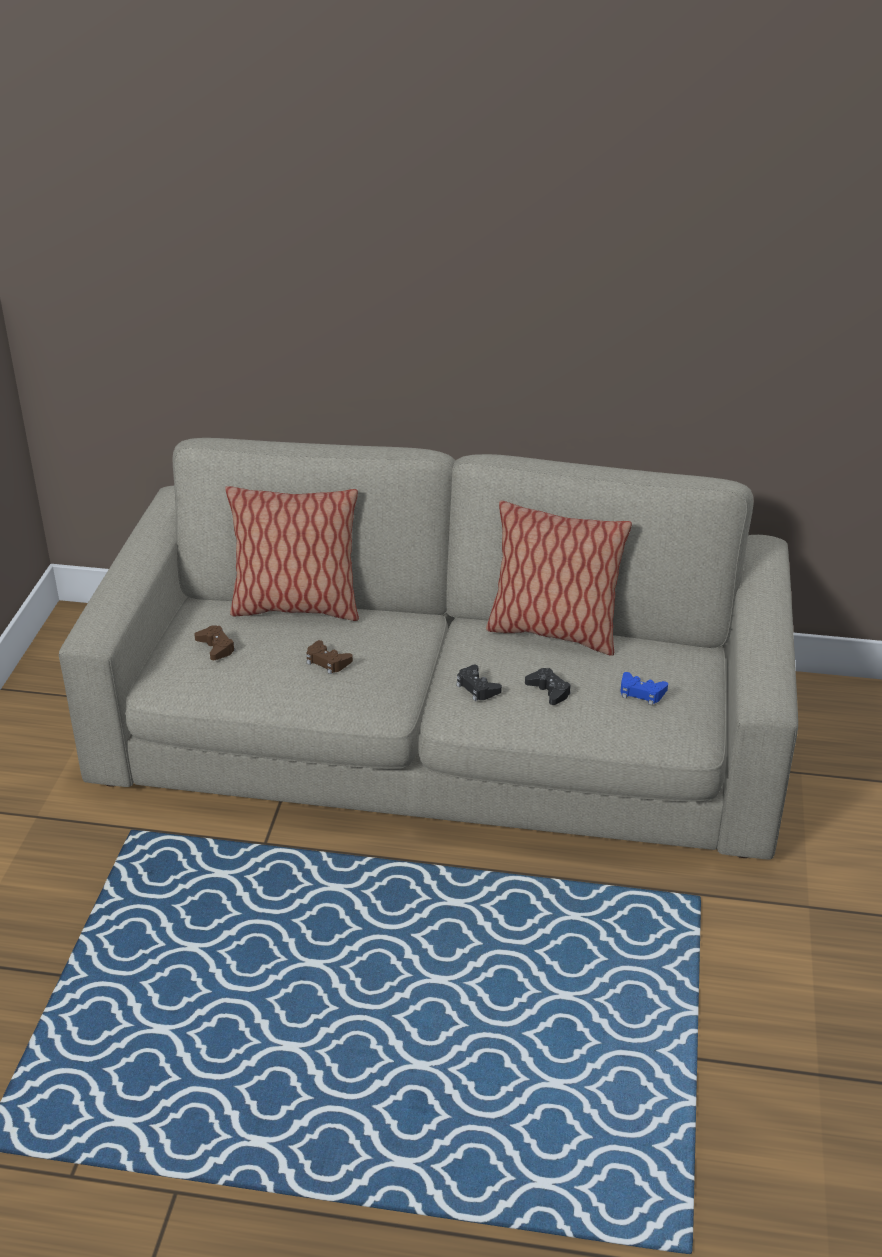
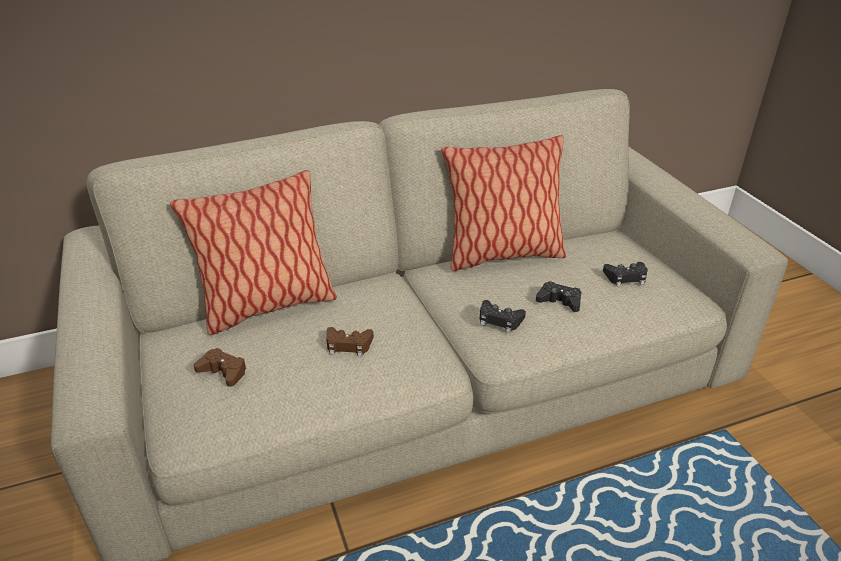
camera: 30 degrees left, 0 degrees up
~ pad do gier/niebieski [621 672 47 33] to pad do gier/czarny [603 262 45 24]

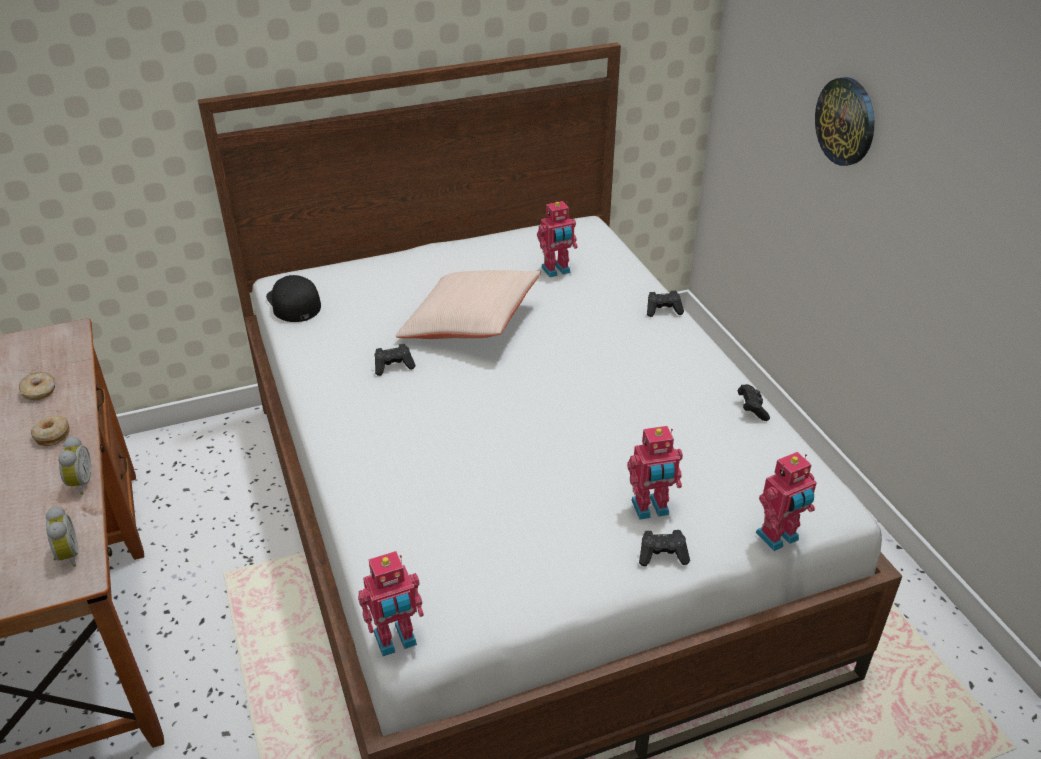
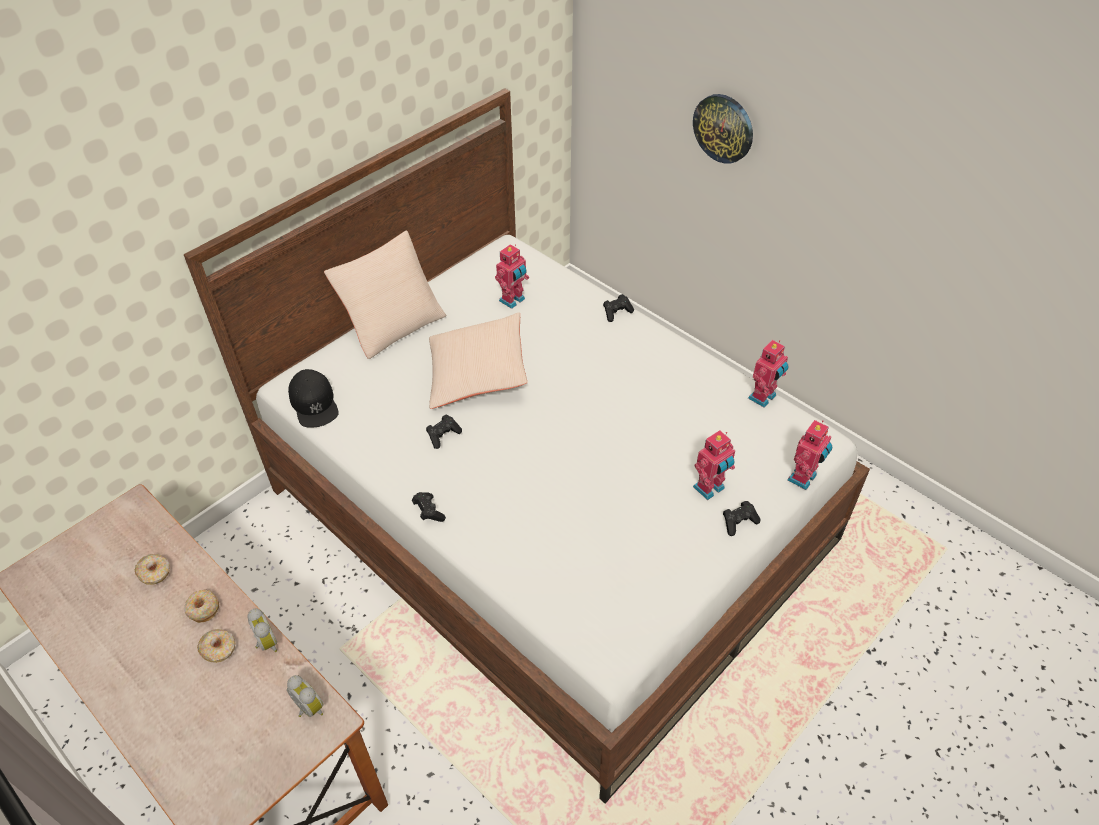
camera: 25 degrees left, 10 degrees up
~ czapka z daszkiem/czarny [266 275 55 47] = [288 369 51 58] 150 degrees counterclockwise
~ pad do gier/czarny [738 384 32 37] to [412 492 34 30]
~ robot zabawkowy [358 551 66 105] to [748 340 40 68]
+ poduszka/beżowy [324 230 122 129]
+ donut [197 629 38 34]

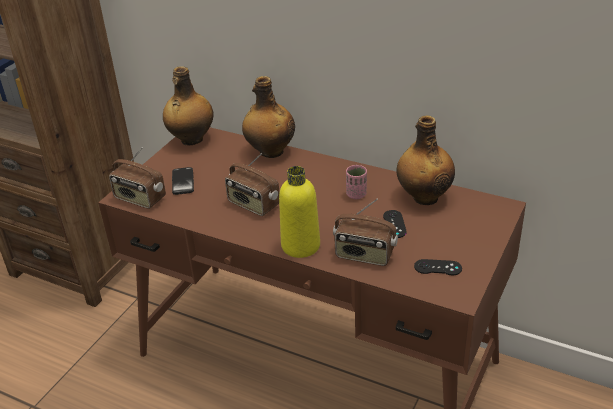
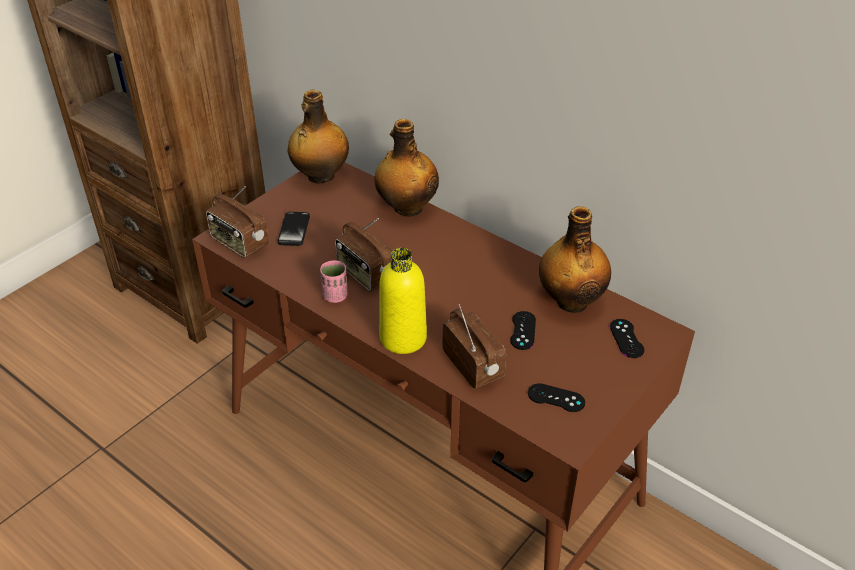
camera: 10 degrees right, 5 degrees up
~ filiżanka/różowy [346 165 21 34] to [320 260 28 43]
~ radio [333 198 65 68] = [442 304 64 85] 150 degrees counterclockwise
+ pad do gier/czarny [610 319 34 39]

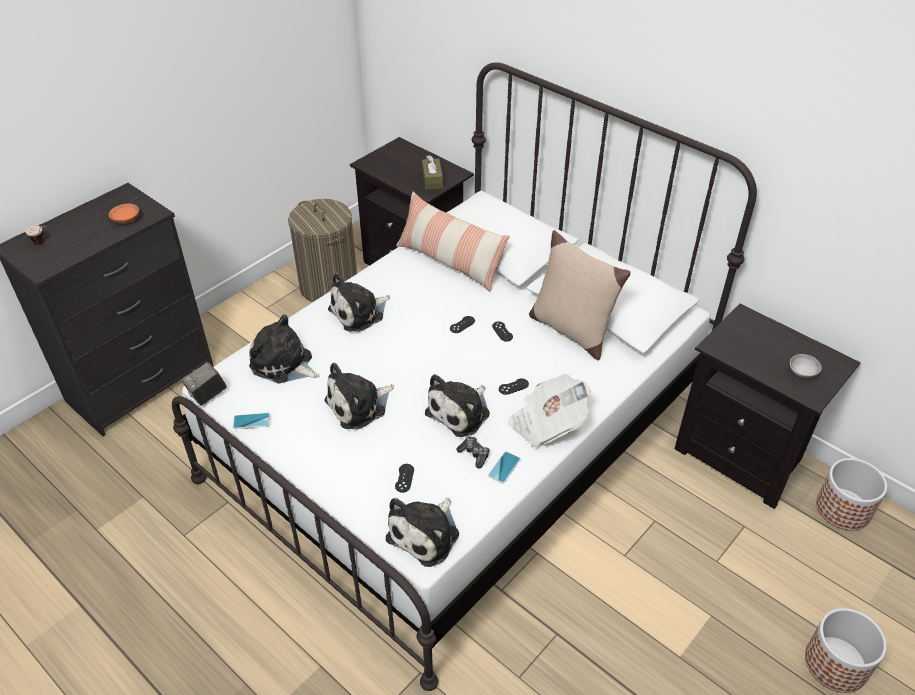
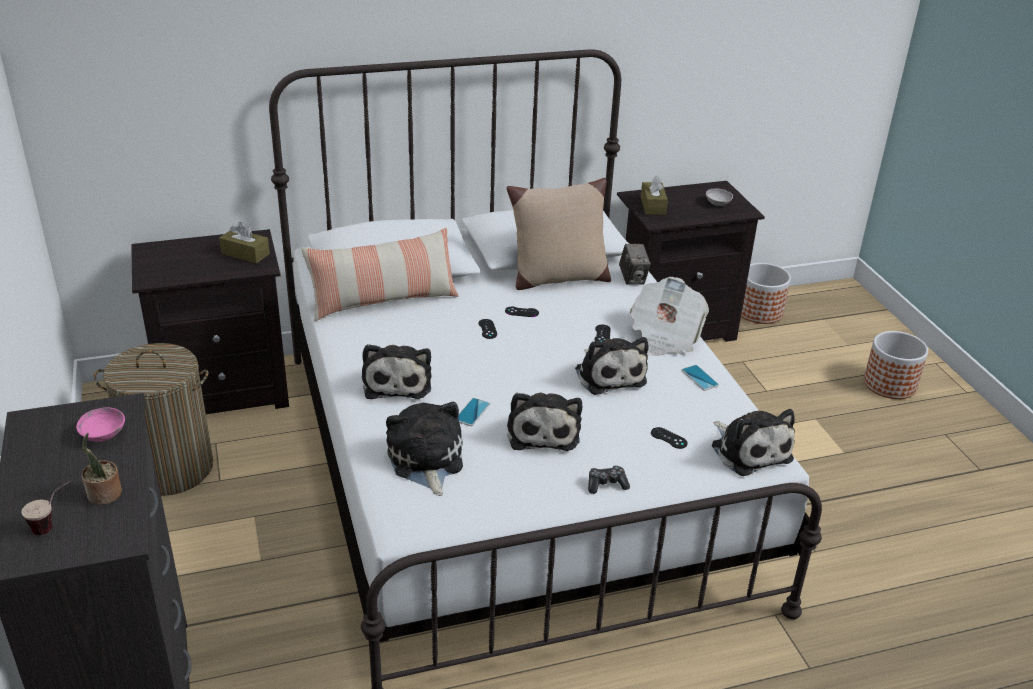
camera: 60 degrees left, 10 degrees down
~ miska/pomarańczowy [109 204 30 20] to miska/różowy [76 408 49 34]
~ pluszak [249 315 71 69] = [386 402 77 94] 105 degrees clockwise
~ aparat fotograficzny [182 362 45 44] to [619 244 32 41]
~ telefon [233 413 37 16] to [458 398 32 28]
~ pad do gier [456 437 34 31] to [588 465 42 29]
+ pudełko chusteczek/brązowy [641 175 27 40]
+ roślina doniczkowa [82 433 40 72]

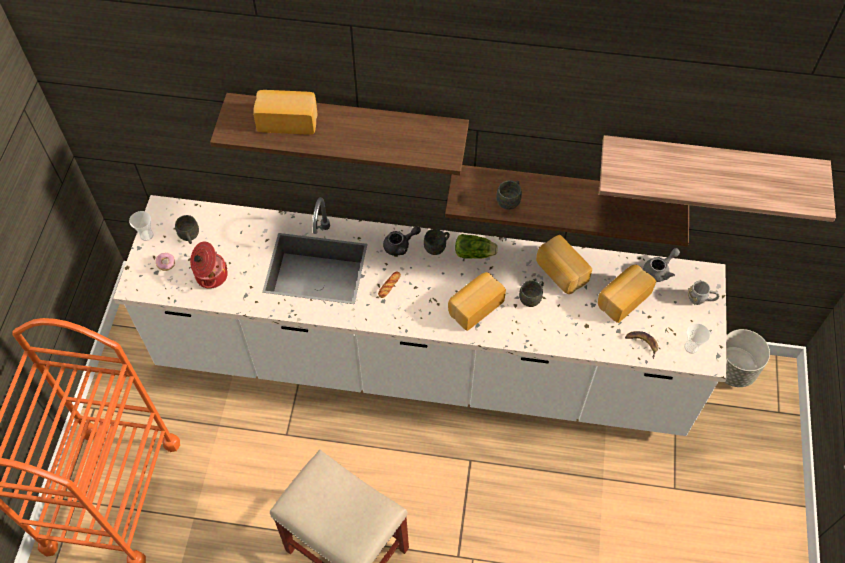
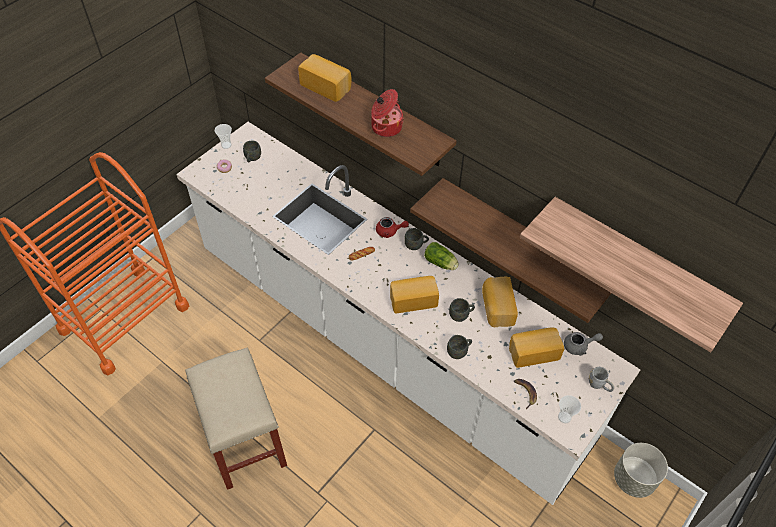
camera: 30 degrees right, 5 degrees down
~ kubek/szary [496 181 26 29] to [447 335 25 24]
~ imbryk/szary [383 226 38 30] to imbryk/czerwony [376 217 33 21]
~ garnek [190 242 38 46] to [371 89 33 48]

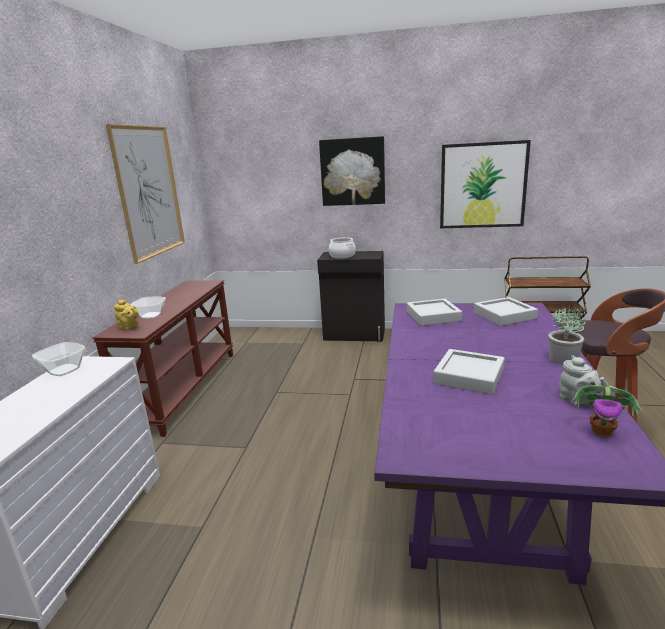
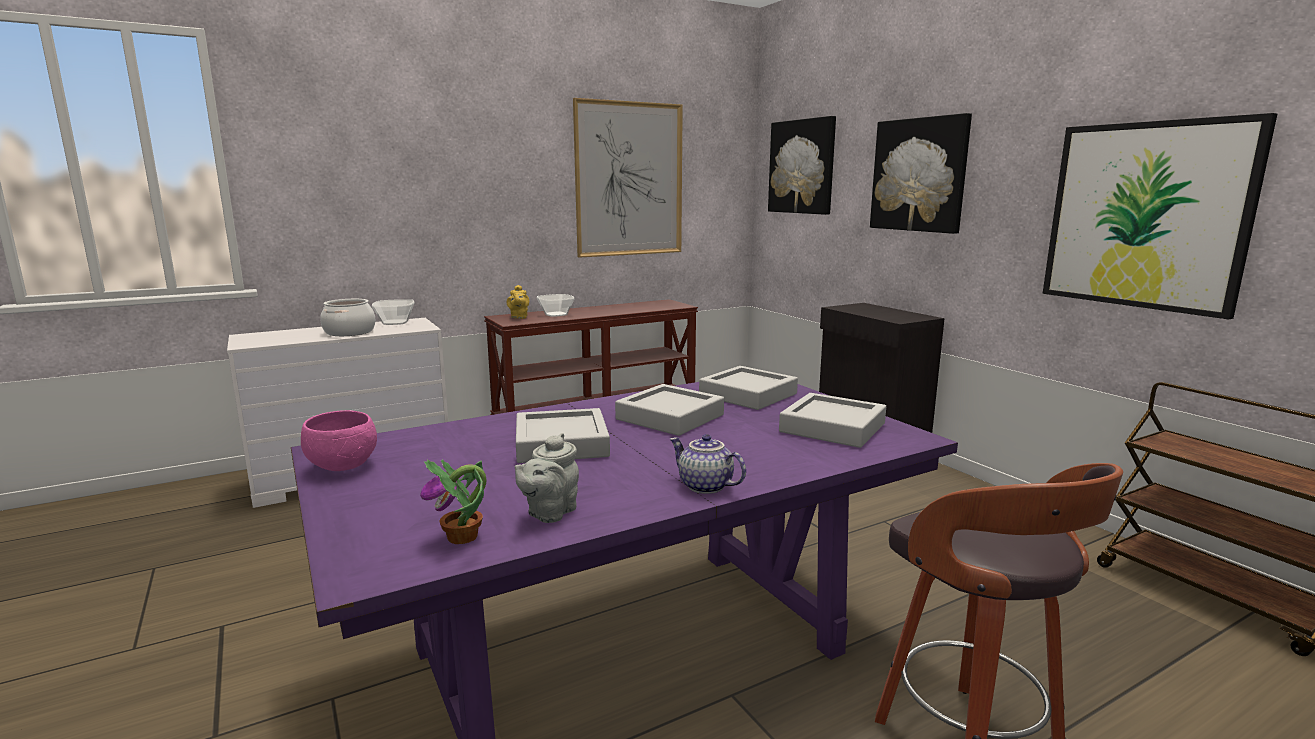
camera: 50 degrees right, 5 degrees down
~ garnek [329 237 27 22] to [320 299 56 37]
~ roślina doniczkowa [548 304 38 61] to imbryk [670 434 76 60]
+ obraz [768 116 68 99]
+ taca/szary [615 384 109 52]
+ miska/różowy [301 410 76 61]

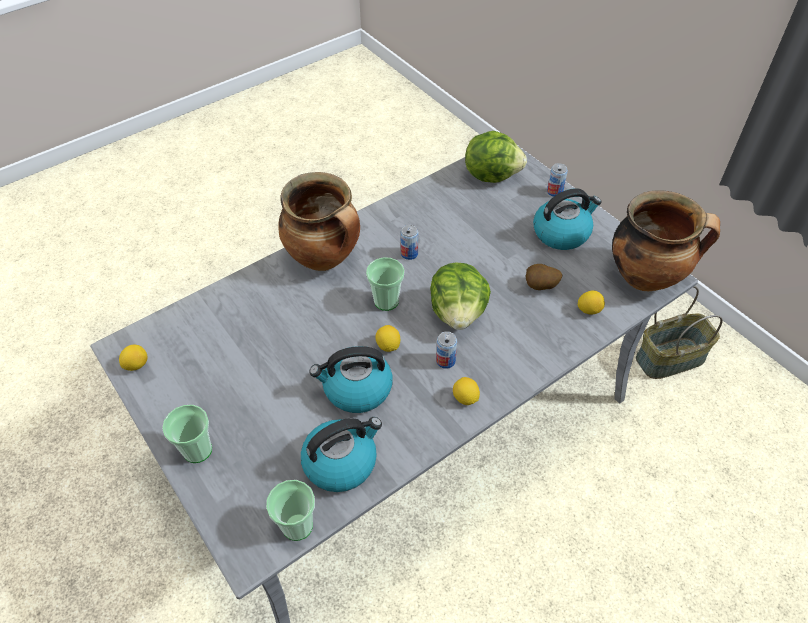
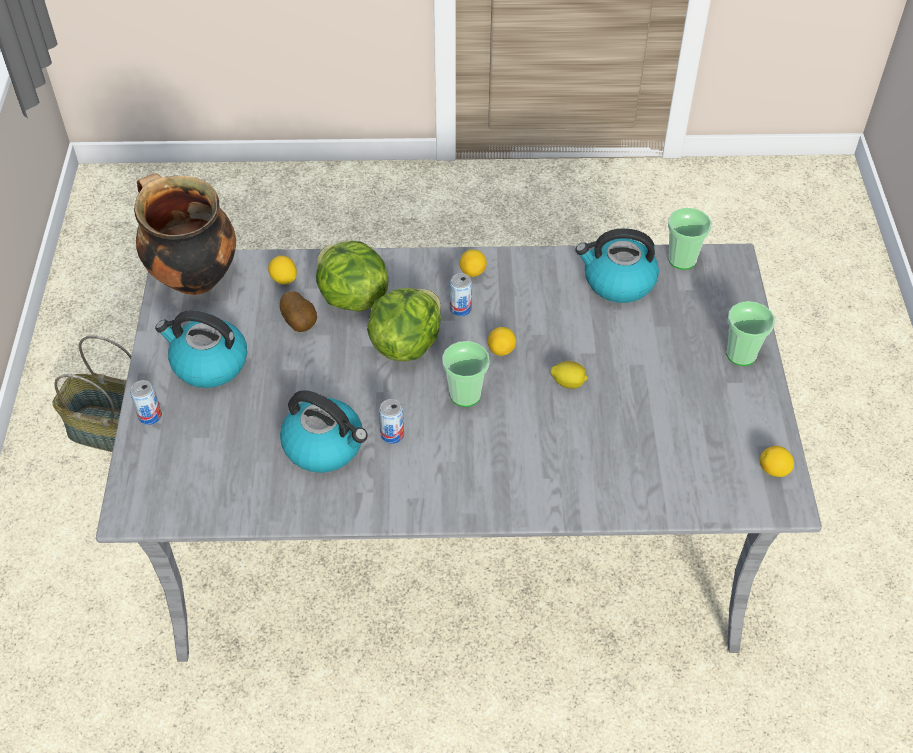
camera: 145 degrees left, 0 degrees up
~ sałata [465 131 62 52] to [316 241 72 71]
- garnek [278 172 82 99]
~ czajnik [309 346 84 67] to [280 390 88 83]
+ cytryna [551 361 37 28]

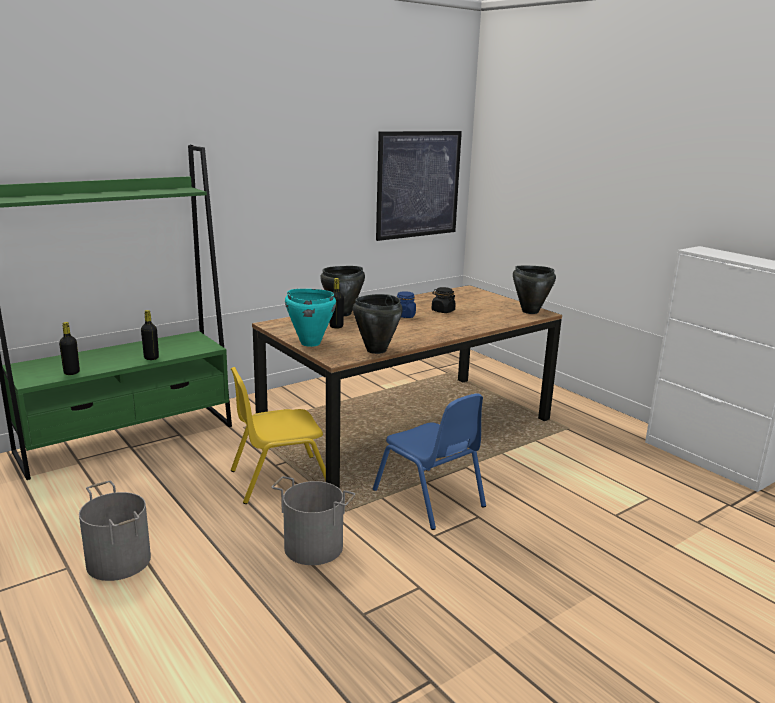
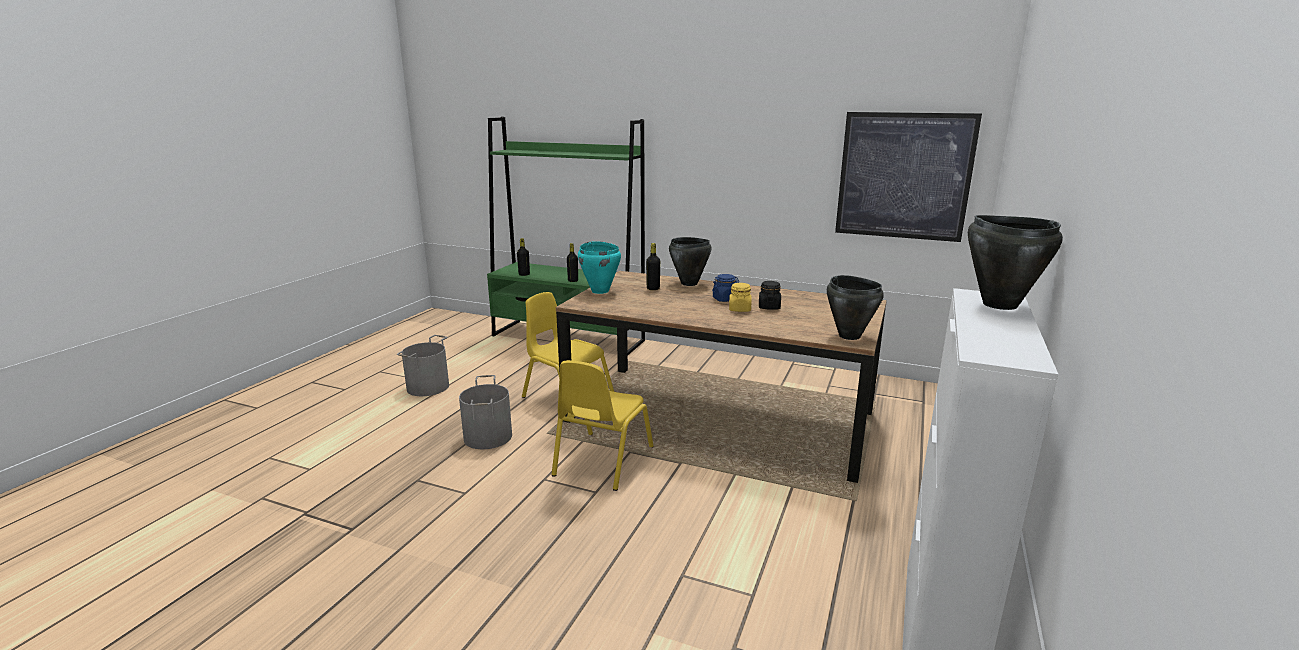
camera: 60 degrees right, 0 degrees up
~ garnek/czarny [353 294 50 60] to [968 215 95 95]
~ krzesło/niebieski [373 393 113 137] to krzesło/żółty [552 360 102 131]
+ słoik/żółty [729 283 23 29]

